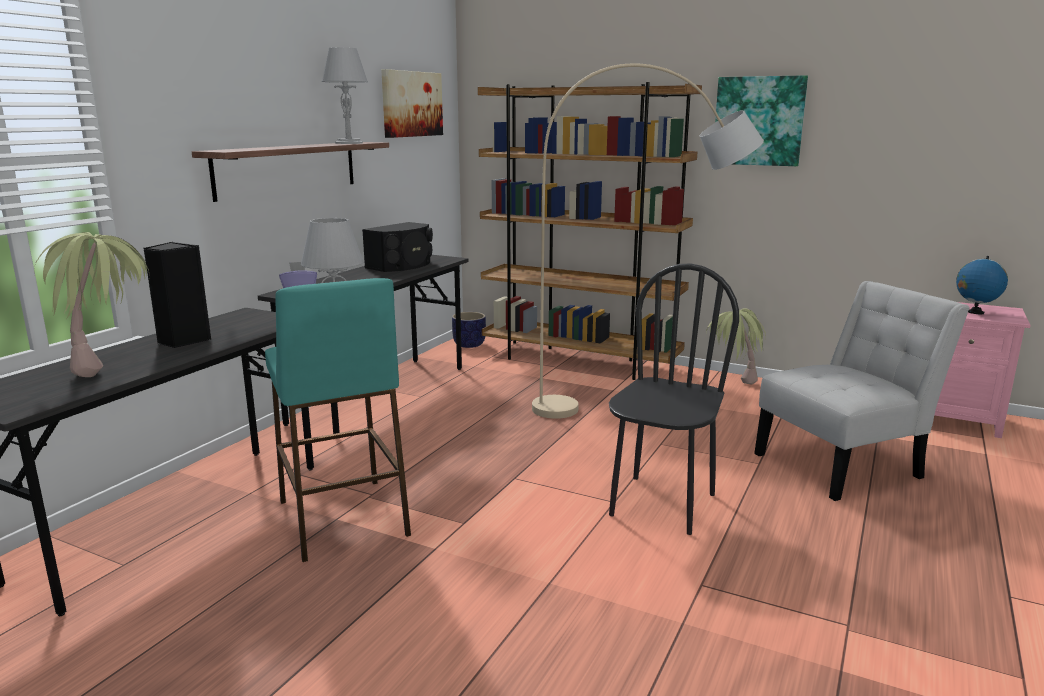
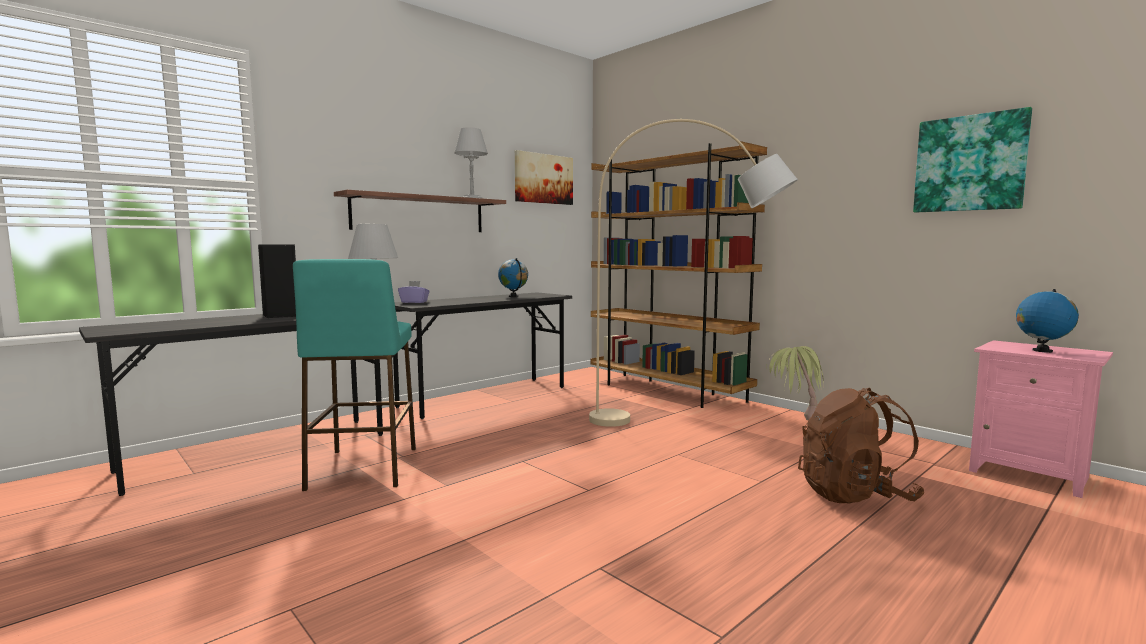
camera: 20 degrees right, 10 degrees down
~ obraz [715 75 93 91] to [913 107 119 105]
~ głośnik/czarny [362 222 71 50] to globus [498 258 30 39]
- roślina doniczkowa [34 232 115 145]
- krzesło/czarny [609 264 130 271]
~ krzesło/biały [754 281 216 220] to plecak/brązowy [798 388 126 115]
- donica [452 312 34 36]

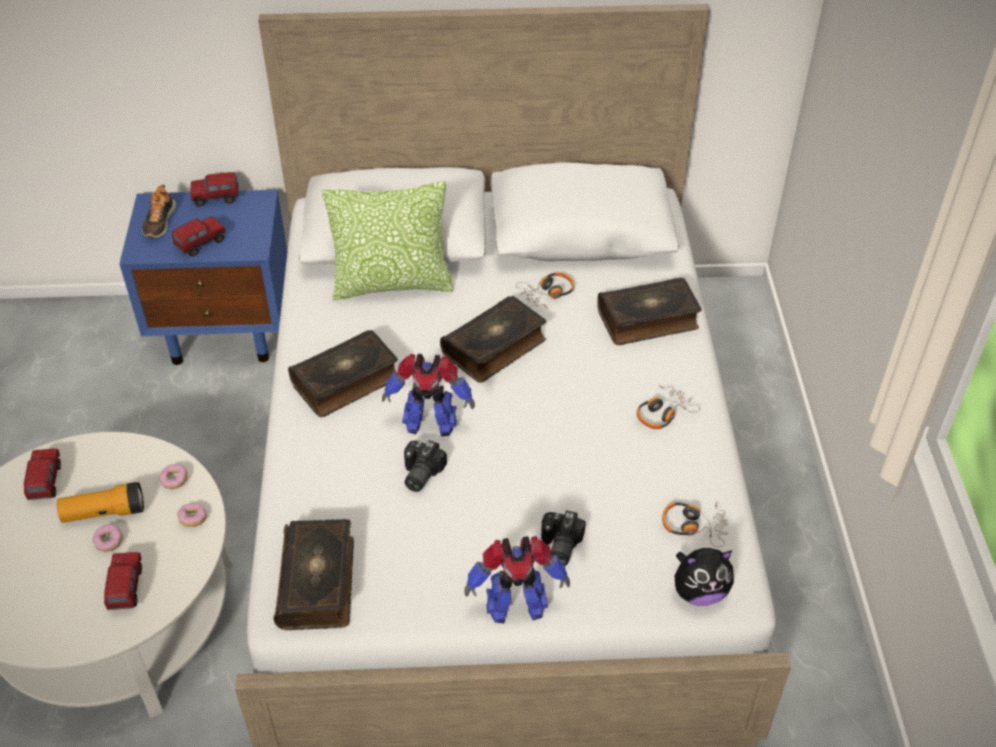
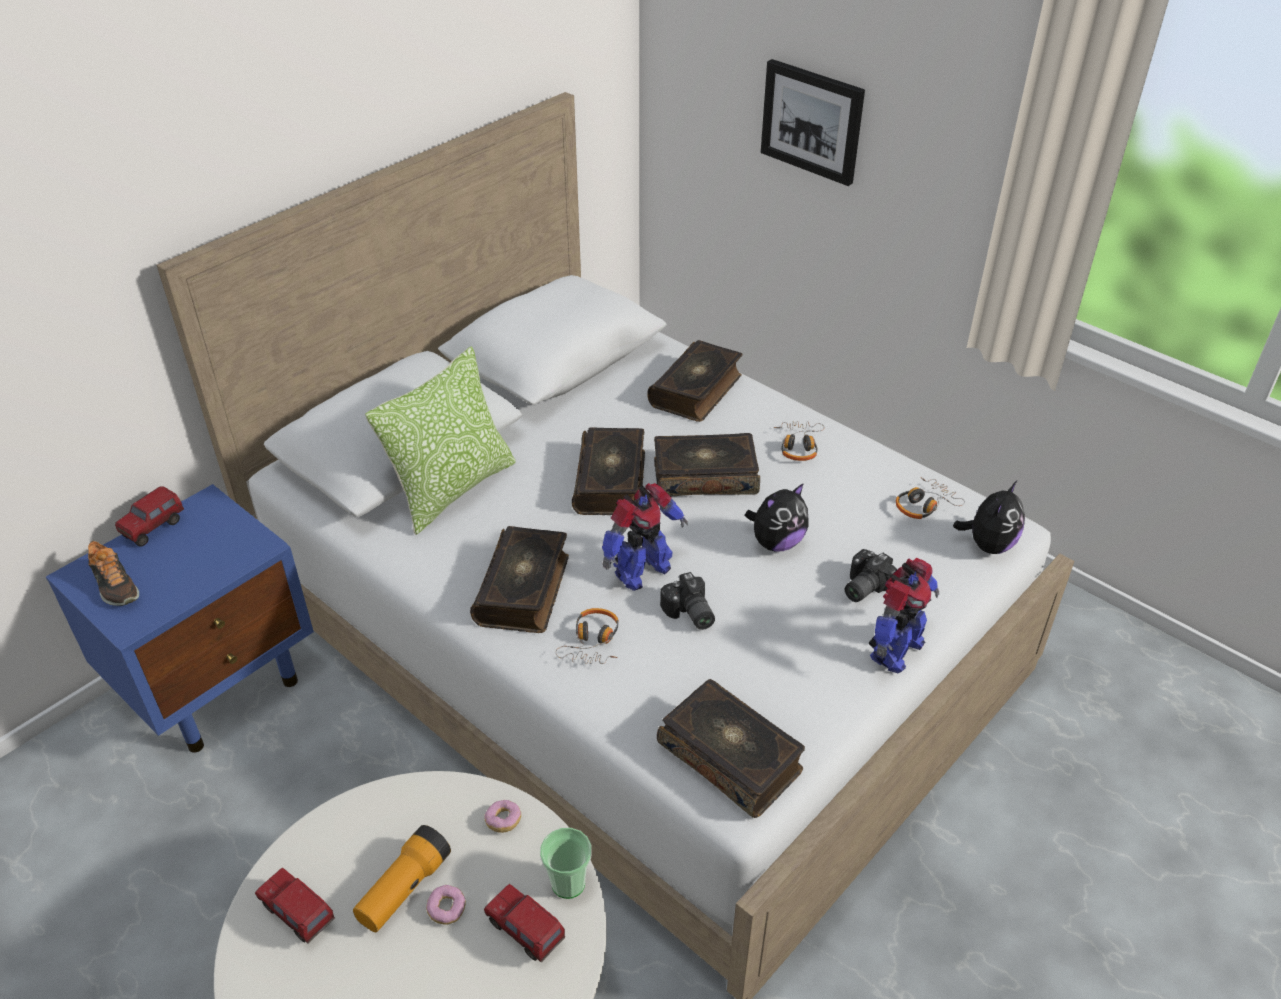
camera: 45 degrees left, 5 degrees down
- ciężarówka zabawkowa [172 216 53 41]
~ słuchawki [516 272 58 36] to [556 608 63 56]
- donut [160 464 28 25]
~ aparat fotograficzny [541 510 45 56] = [845 549 52 53] 75 degrees clockwise
+ obraz [761 59 104 127]
+ książka [654 433 106 63]
+ pluszak [745 483 63 69]
+ filiżanka [540 828 51 71]

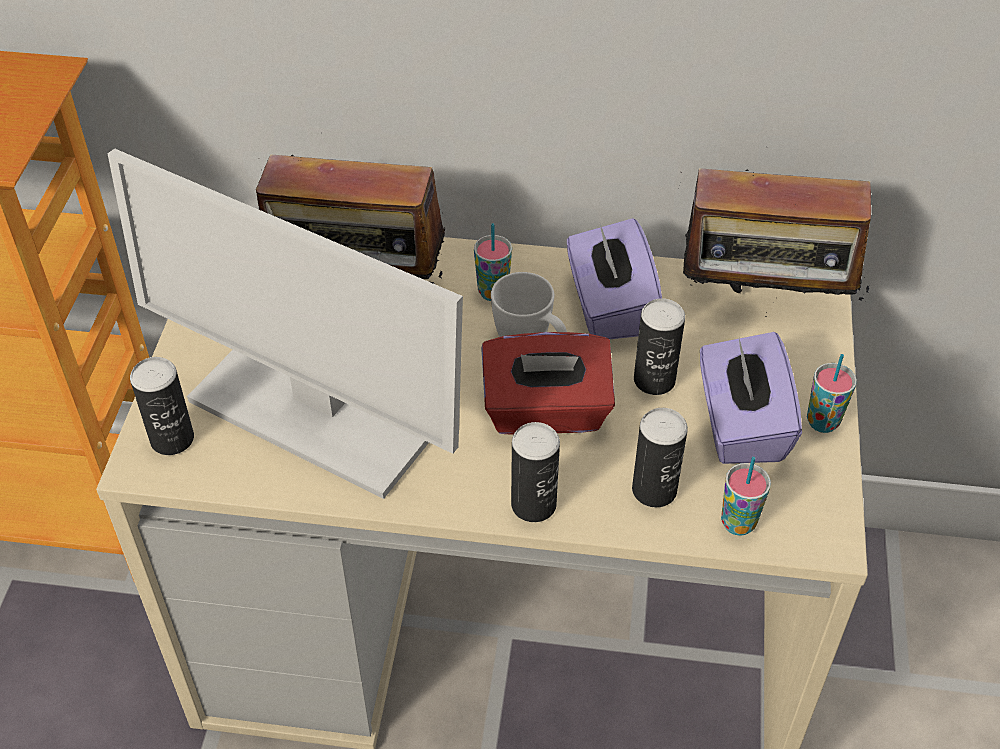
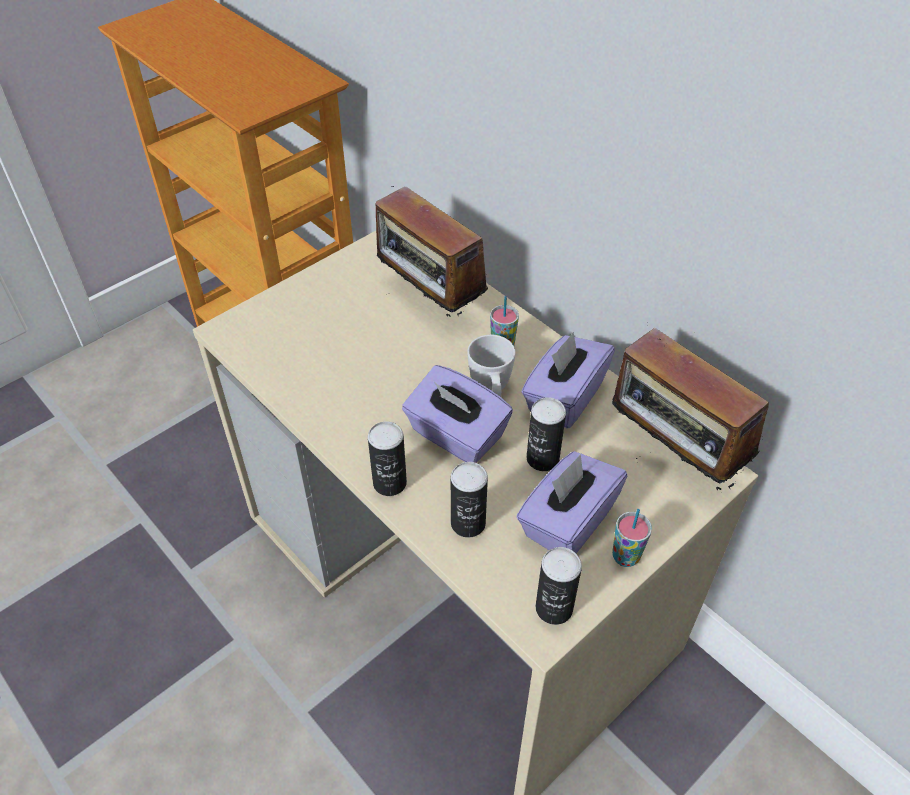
camera: 40 degrees right, 0 degrees up
- monitor [107 149 356 350]
~ pudełko chusteczek/czerwony [481 332 134 103] to pudełko chusteczek/fioletowy [402 365 111 98]
~ puszka [130 357 64 98] to [535 547 47 78]
- filiżanka [721 457 50 79]

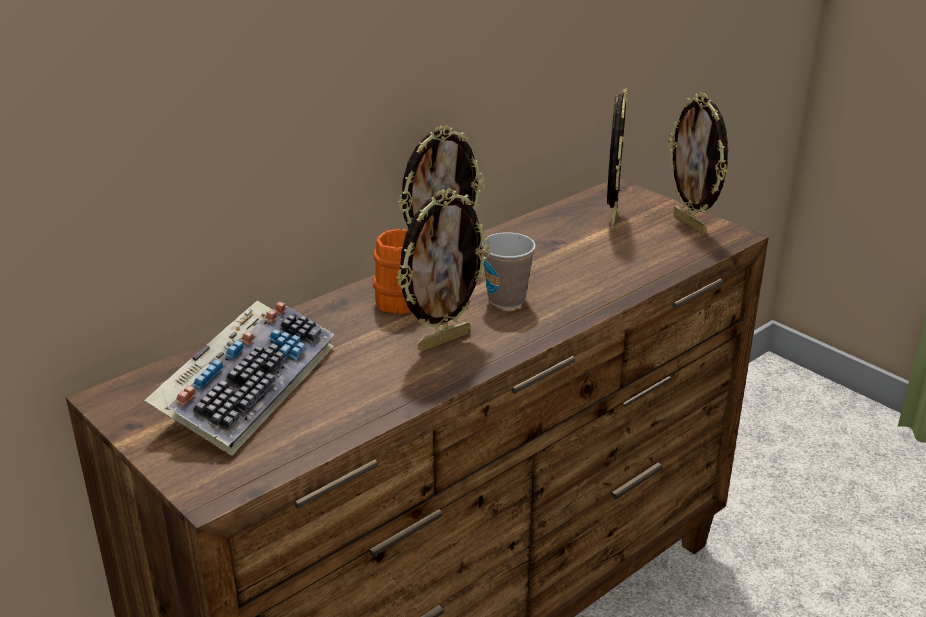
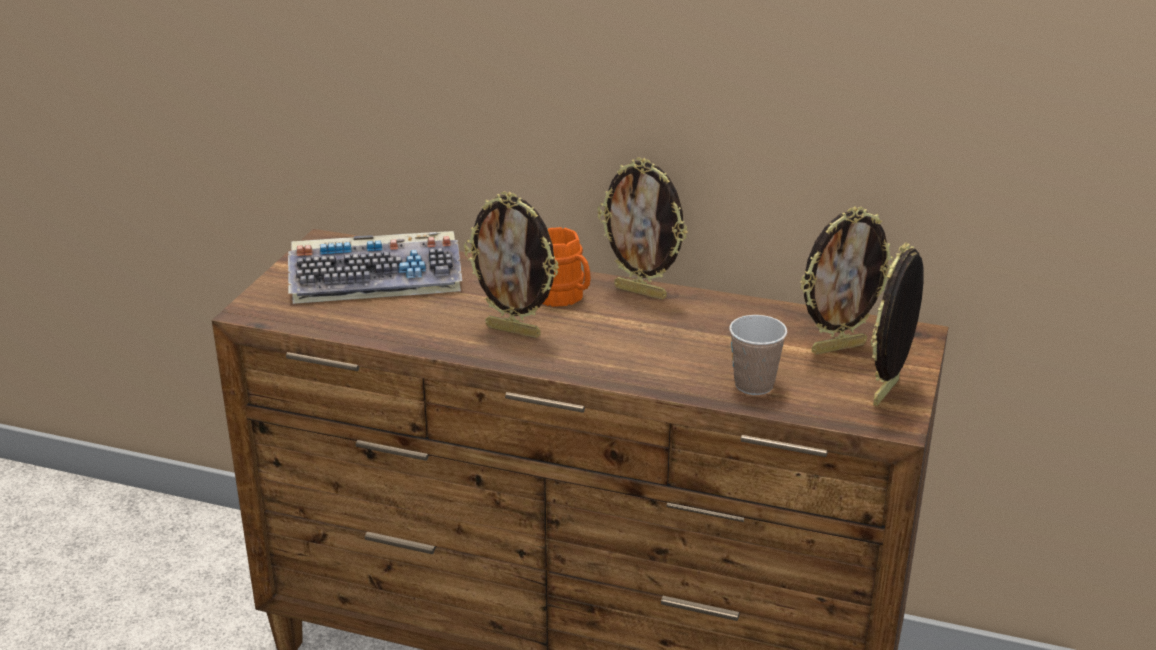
camera: 60 degrees right, 0 degrees up
~ filiżanka [482 232 54 76] to [729 315 58 80]

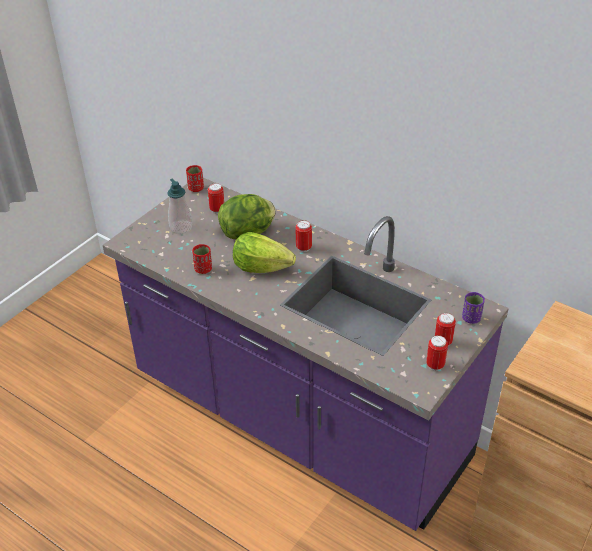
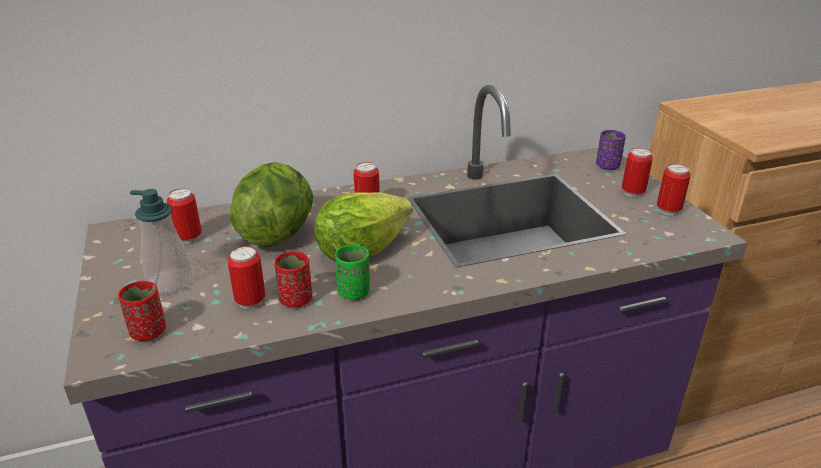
camera: 55 degrees left, 10 degrees down
~ filiżanka/czerwony [186 165 18 27] to [118 281 48 60]
+ filiżanka/zielony [335 244 35 56]
+ puszka [227 246 38 63]

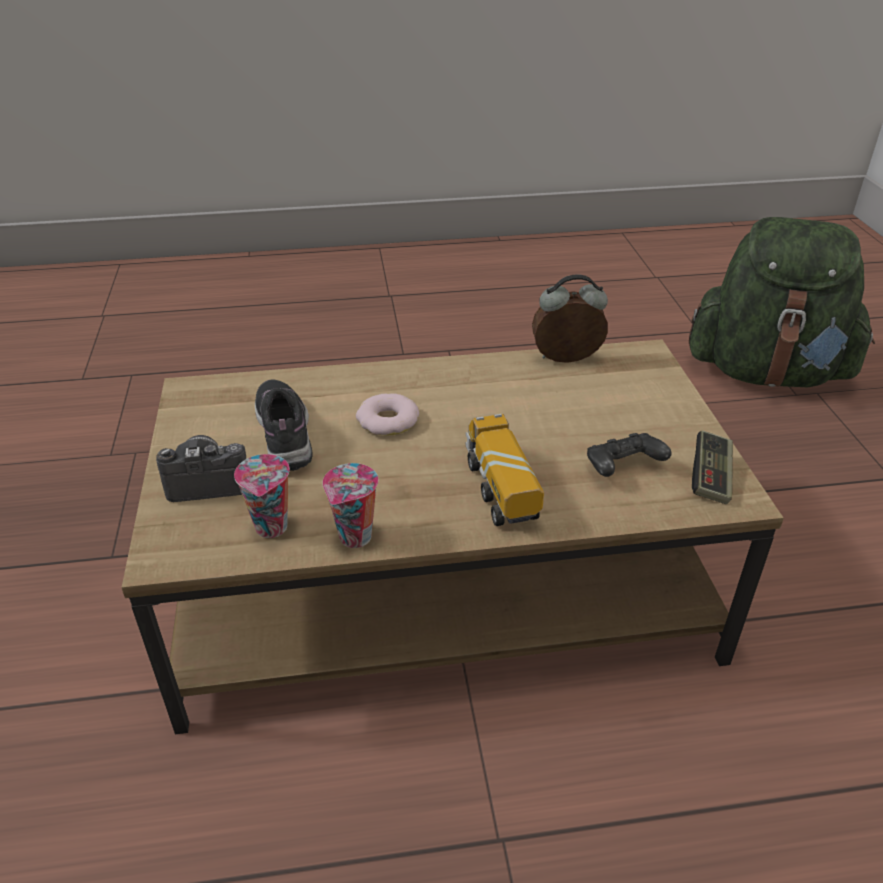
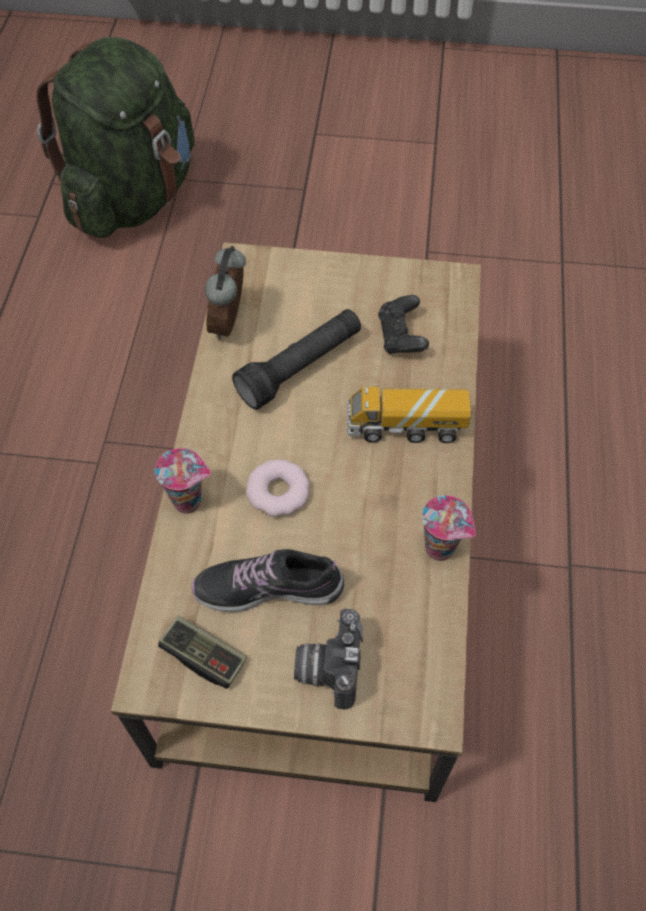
camera: 75 degrees left, 20 degrees up
~ pad do gier [692 430 41 74] to [158 616 89 73]
~ filiżanka [234 454 56 84] to [155 448 56 66]
+ latarka/czarny [232 309 129 101]

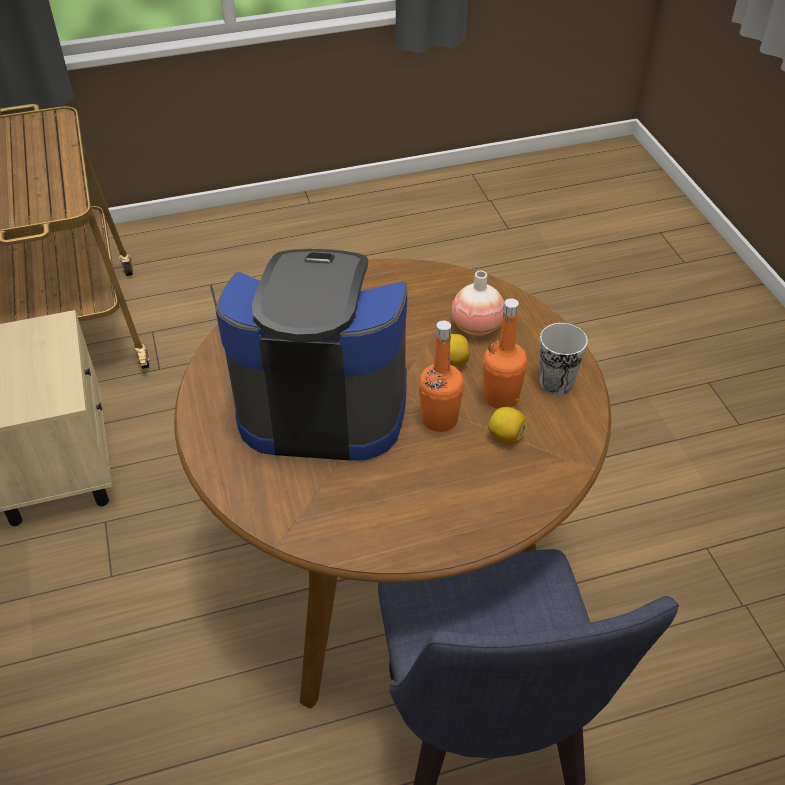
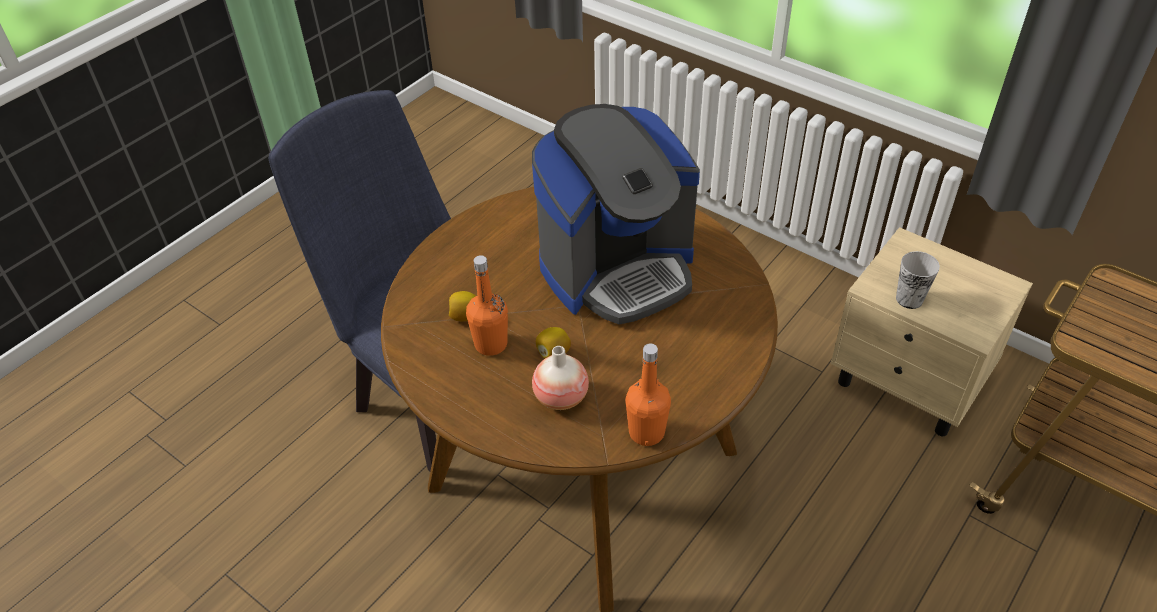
camera: 145 degrees right, 0 degrees up
~ butelka/pomarańczowy [418 321 46 111] to [625 343 46 103]
~ filiżanka [540 323 48 72] to [896 251 44 58]

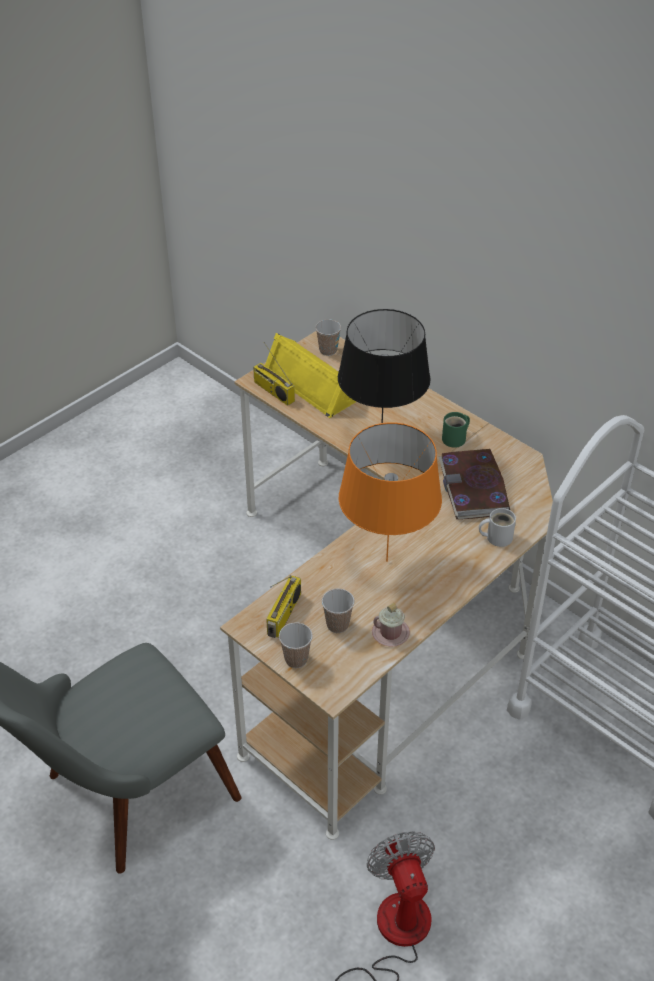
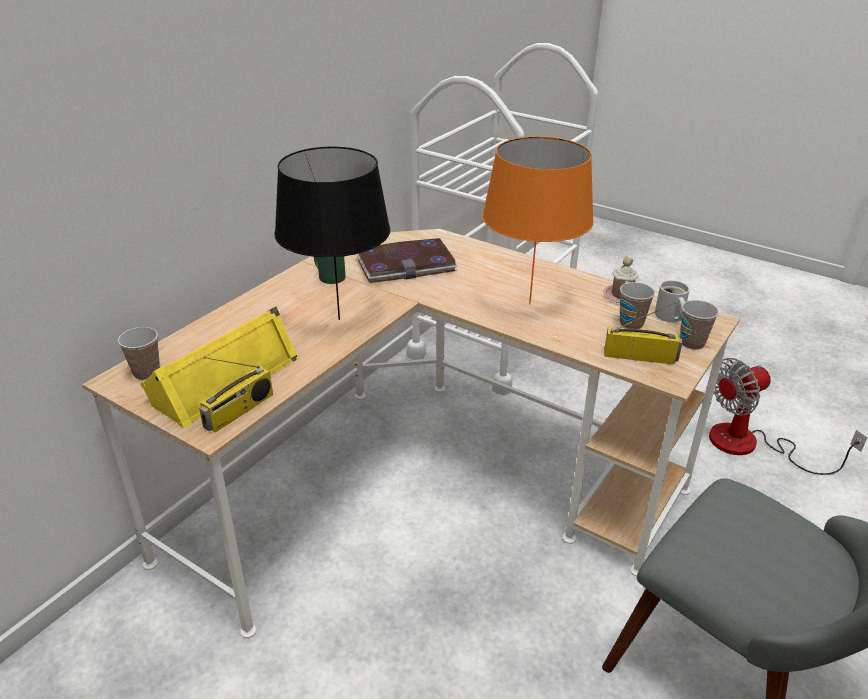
camera: 100 degrees left, 10 degrees down
~ kubek/biały [479 508 37 39] to [655 280 35 42]

